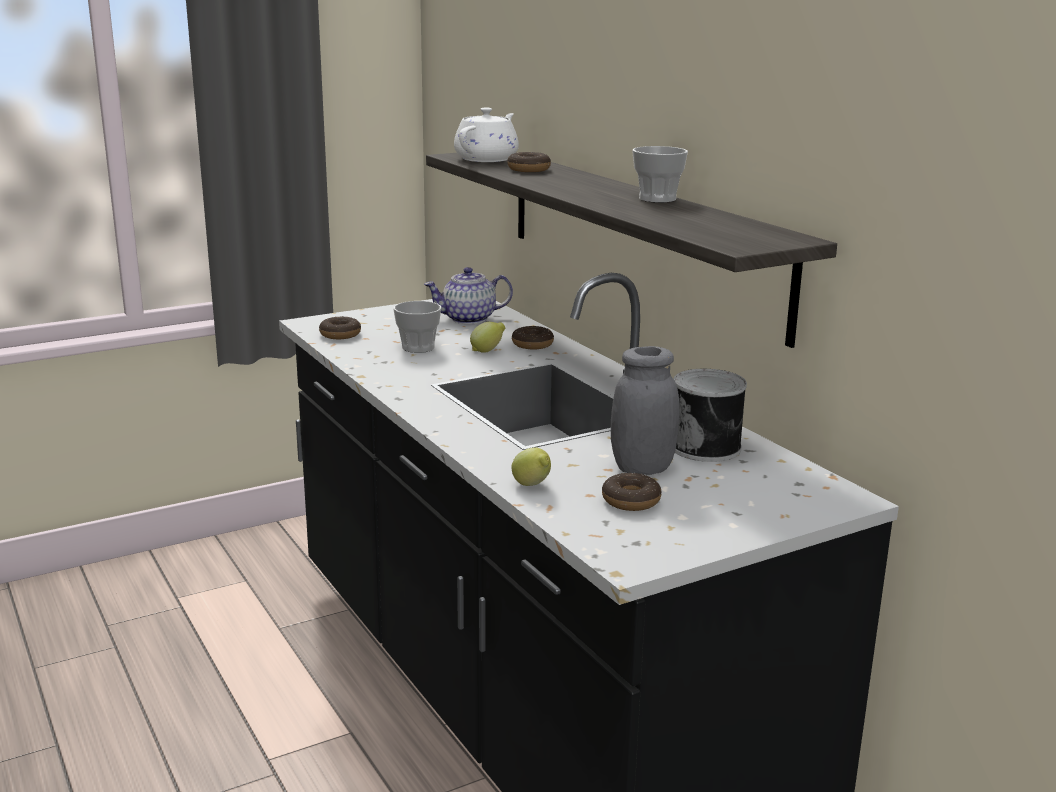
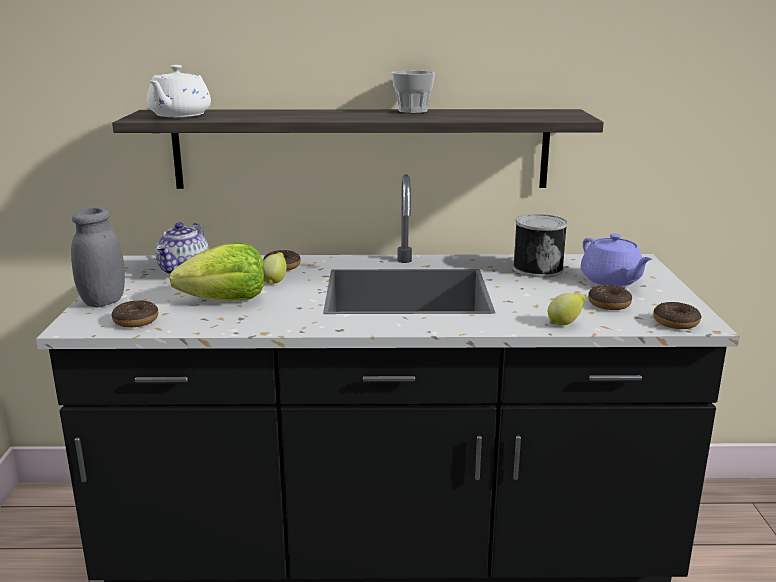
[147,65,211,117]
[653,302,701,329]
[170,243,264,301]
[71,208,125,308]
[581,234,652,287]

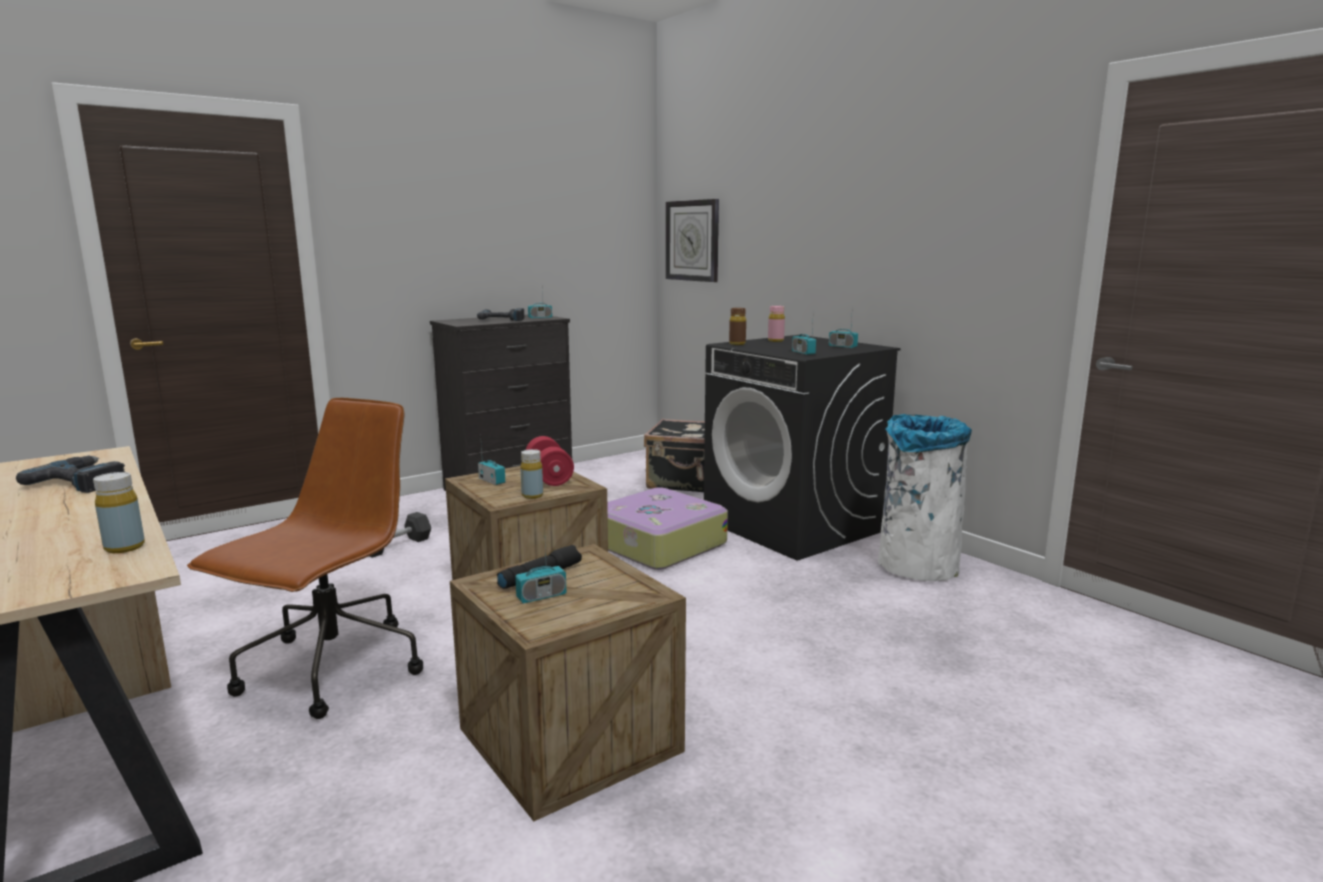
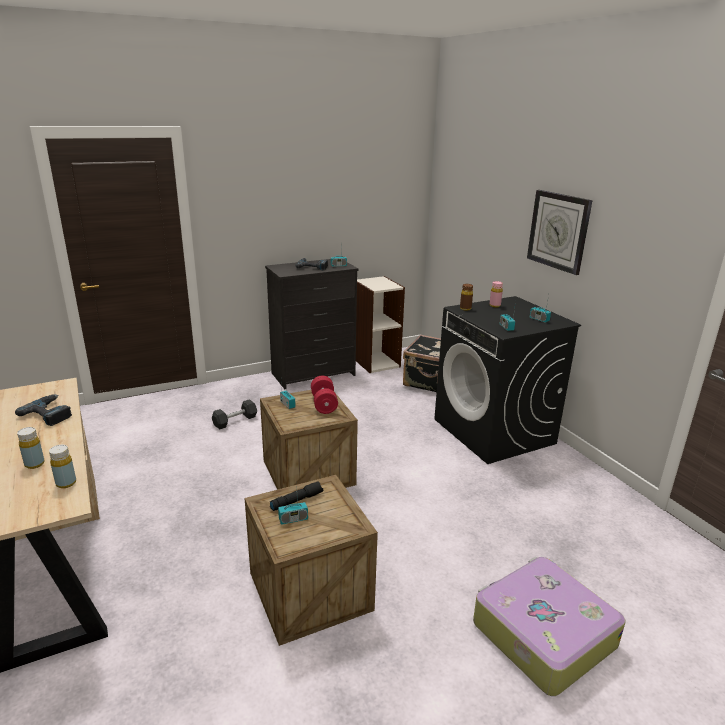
[527,190,592,275]
[187,398,423,719] (first image)
[878,414,972,581] (first image)
[17,427,45,469]
[473,557,625,696]
[356,276,405,373]

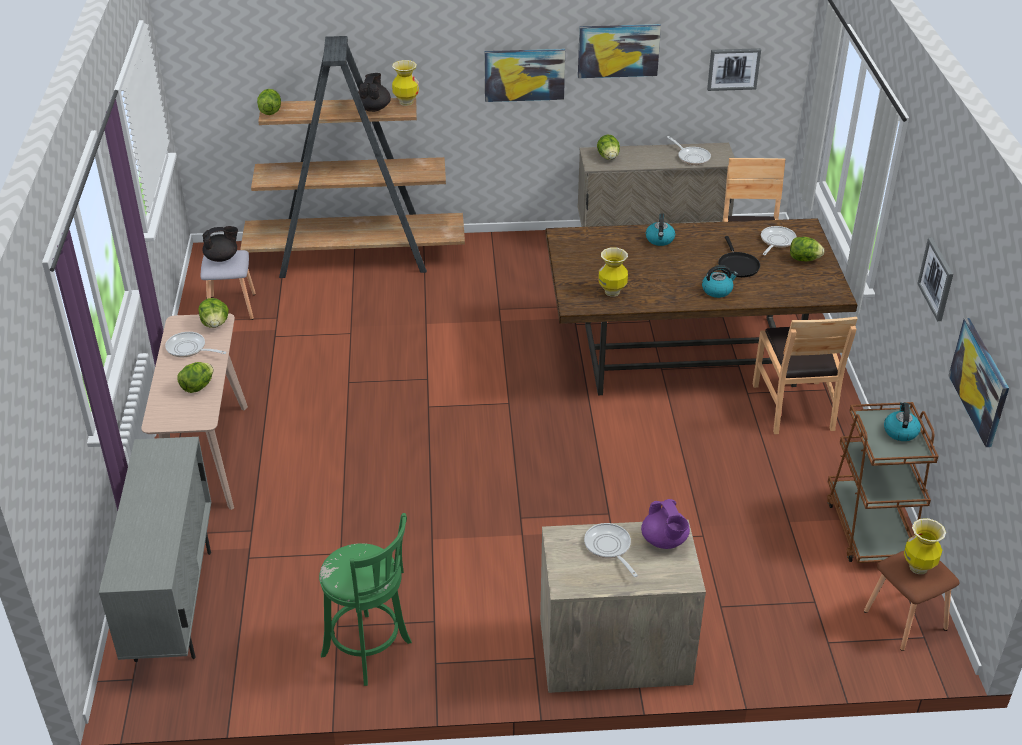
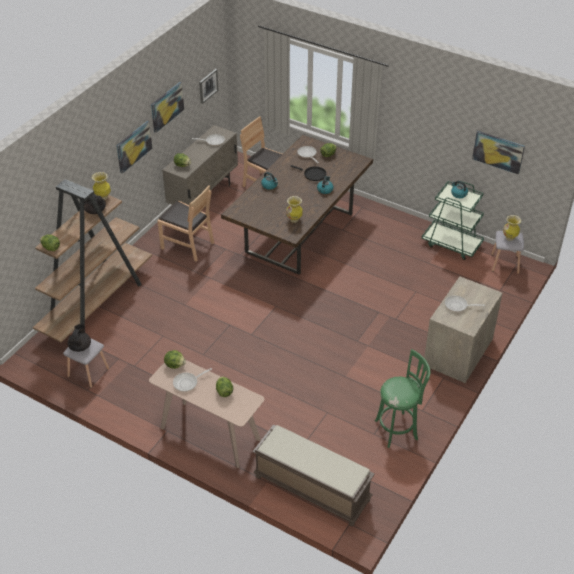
[917,238,953,321] (first image)
[158,185,214,261]
[422,181,484,260]
[252,425,375,526]
[641,499,690,549] (first image)
[491,231,524,274]

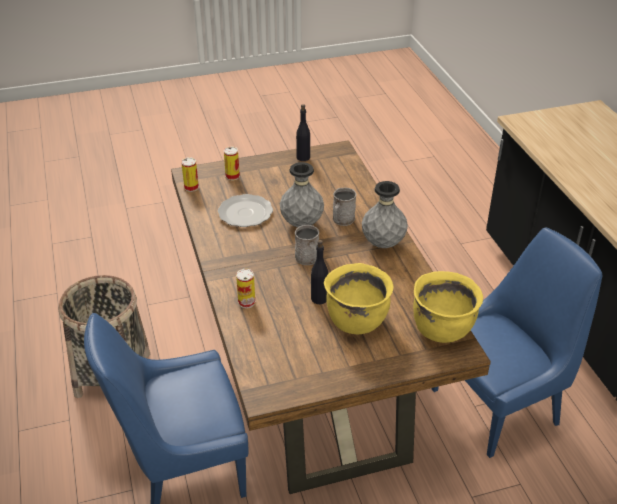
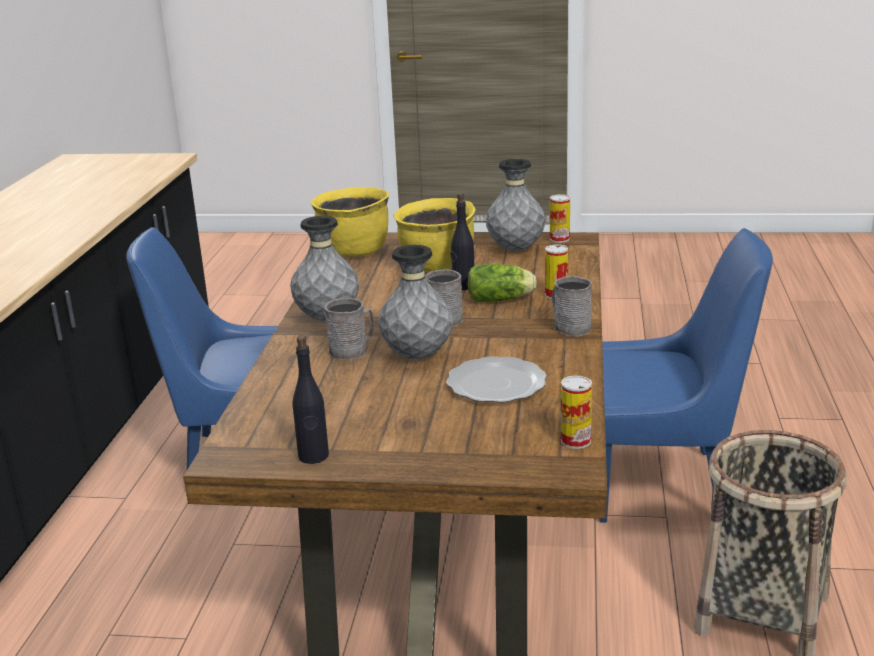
[550,194,570,243]
[486,159,545,251]
[468,264,537,302]
[552,276,592,337]

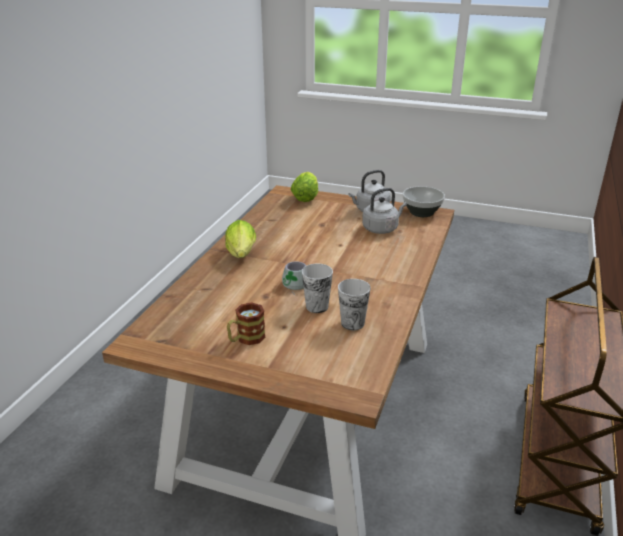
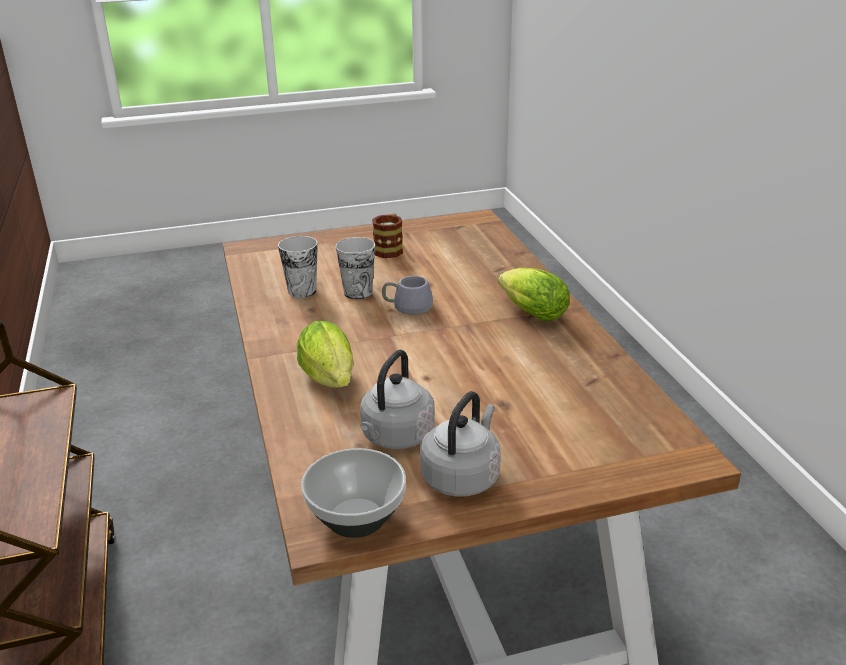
[297,321,353,388]

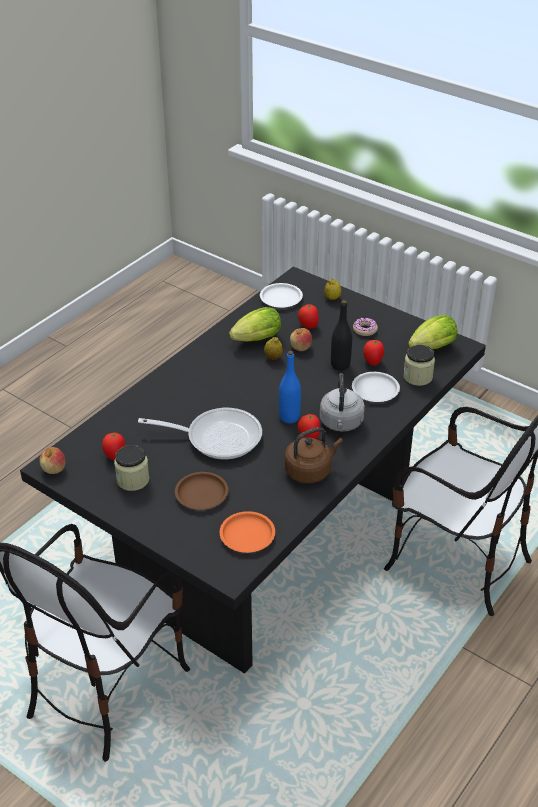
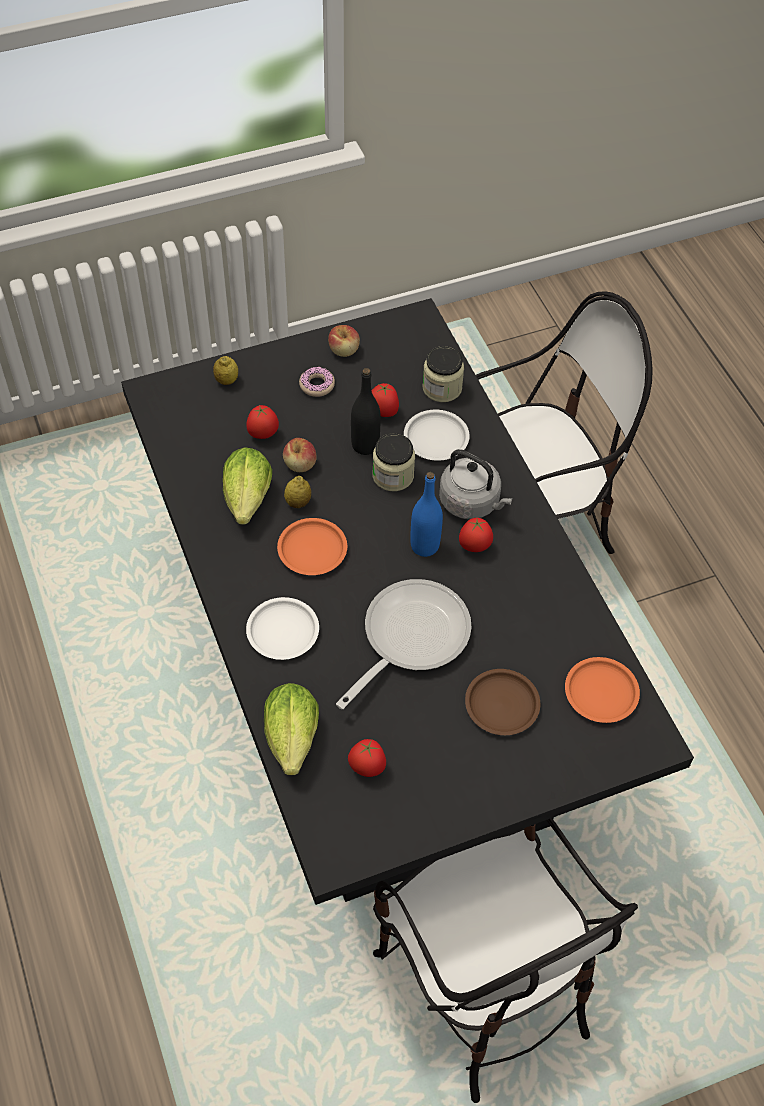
[246,597,319,660]
[264,683,319,775]
[284,427,343,483] (first image)
[372,433,415,491]
[328,325,360,357]
[277,518,347,575]

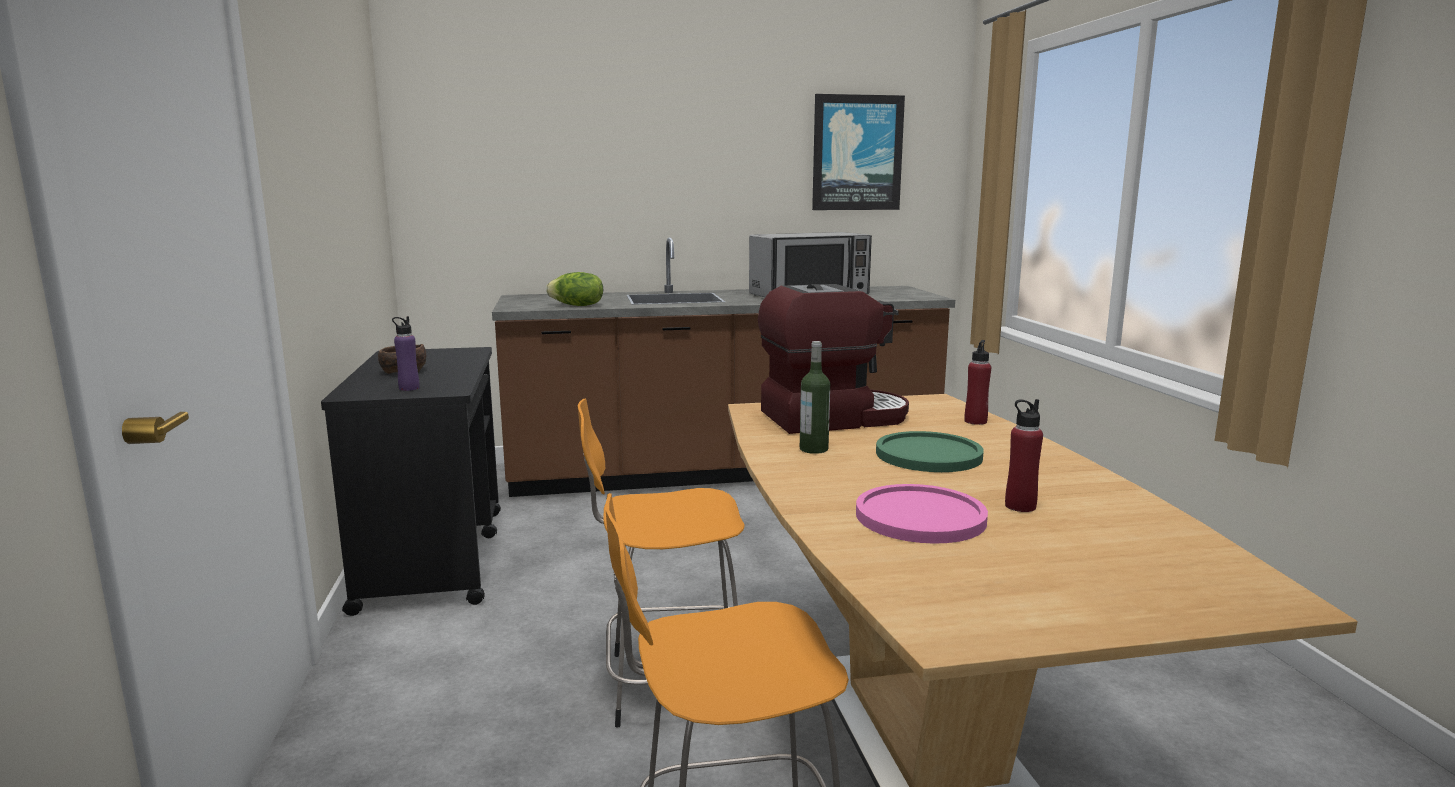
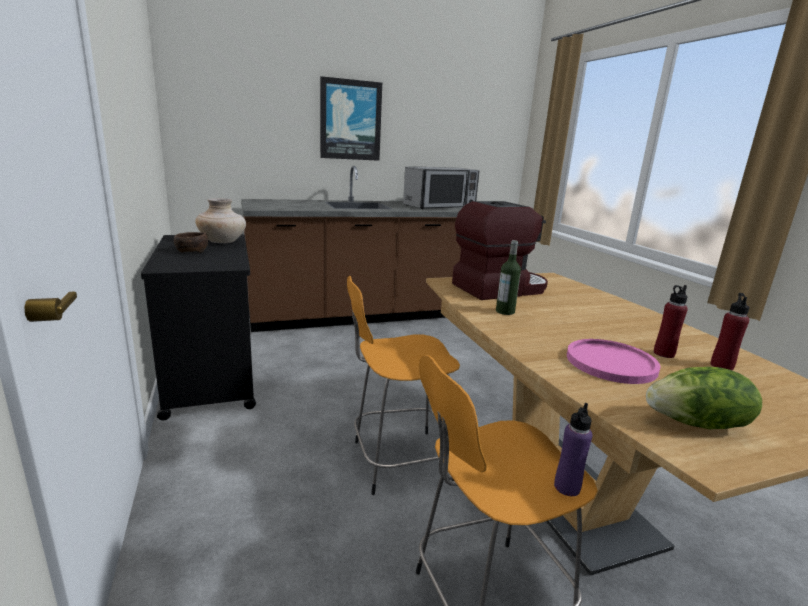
[320,76,382,161]
[646,367,762,429]
[554,403,593,496]
[710,293,750,370]
[876,431,984,472] (first image)
[195,198,246,243]

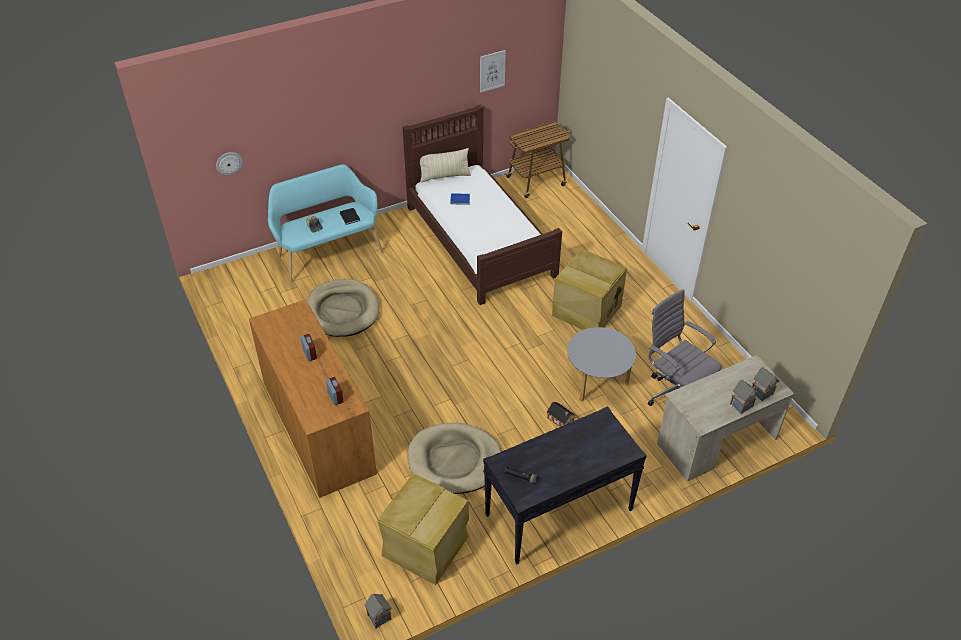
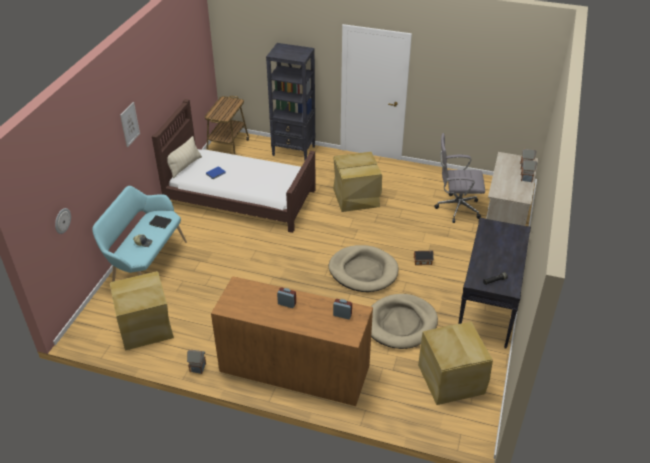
[120,102,140,147]
[329,245,399,292]
[567,327,636,402] (first image)
[187,349,206,374]
[266,43,315,160]
[110,271,174,351]

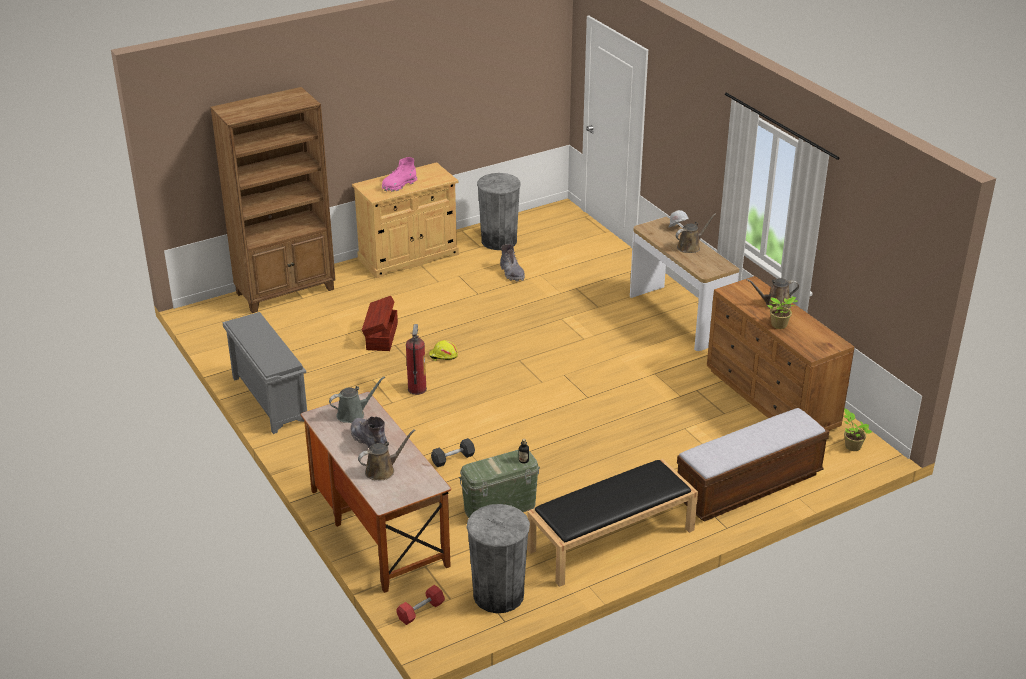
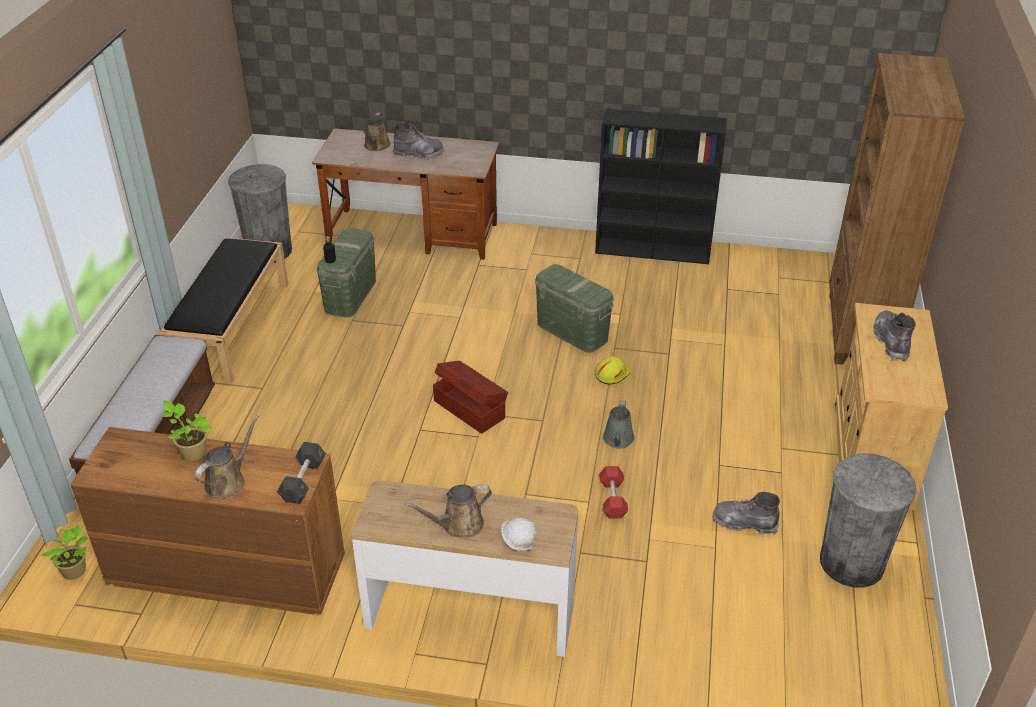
[873,311,916,361]
[405,484,492,538]
[433,361,508,434]
[595,109,727,264]
[535,264,614,353]
[603,400,635,448]
[277,442,326,504]
[599,466,628,519]

